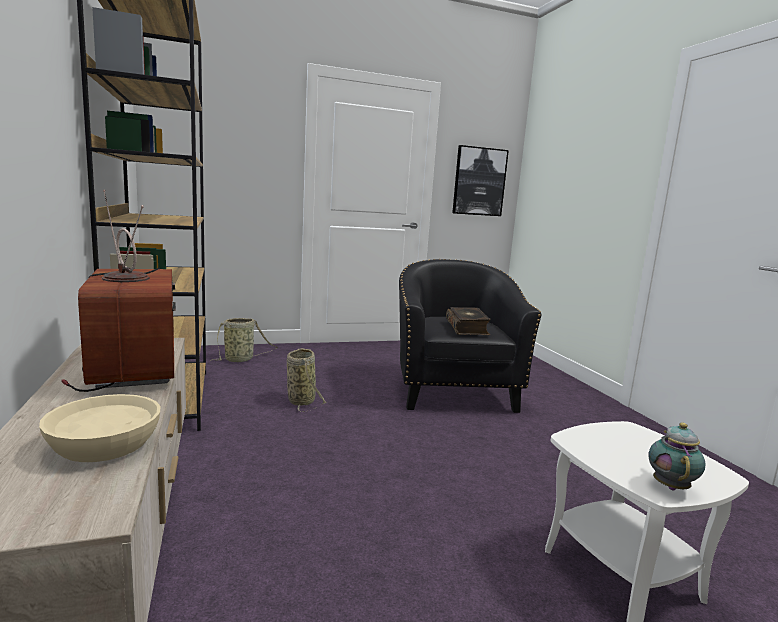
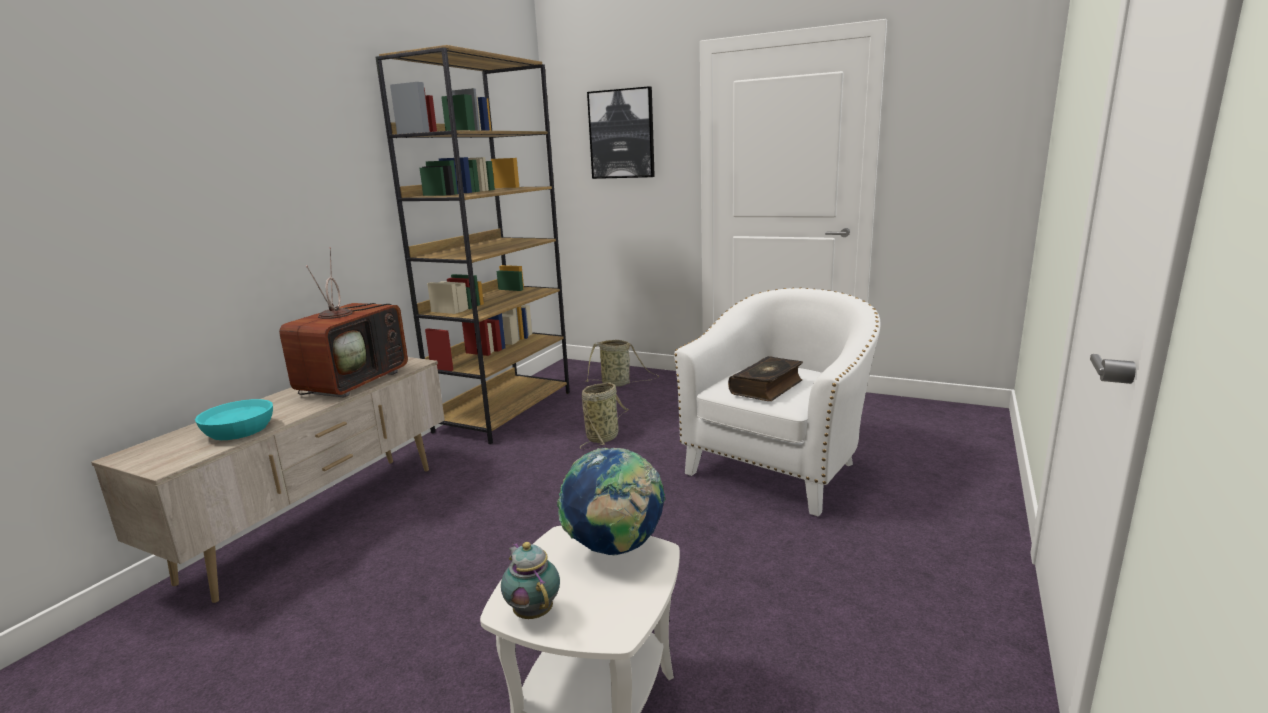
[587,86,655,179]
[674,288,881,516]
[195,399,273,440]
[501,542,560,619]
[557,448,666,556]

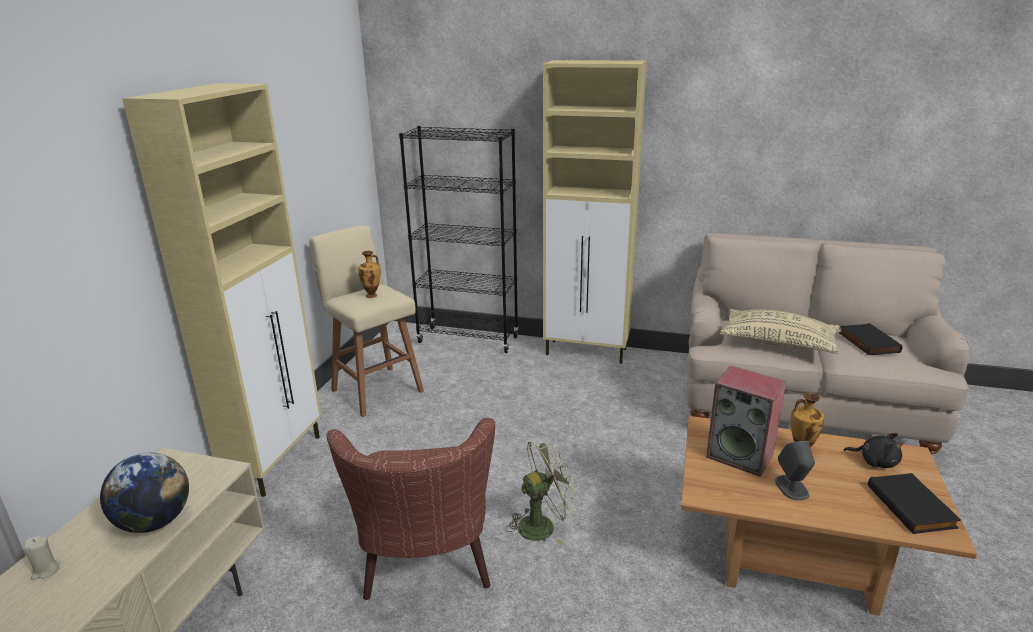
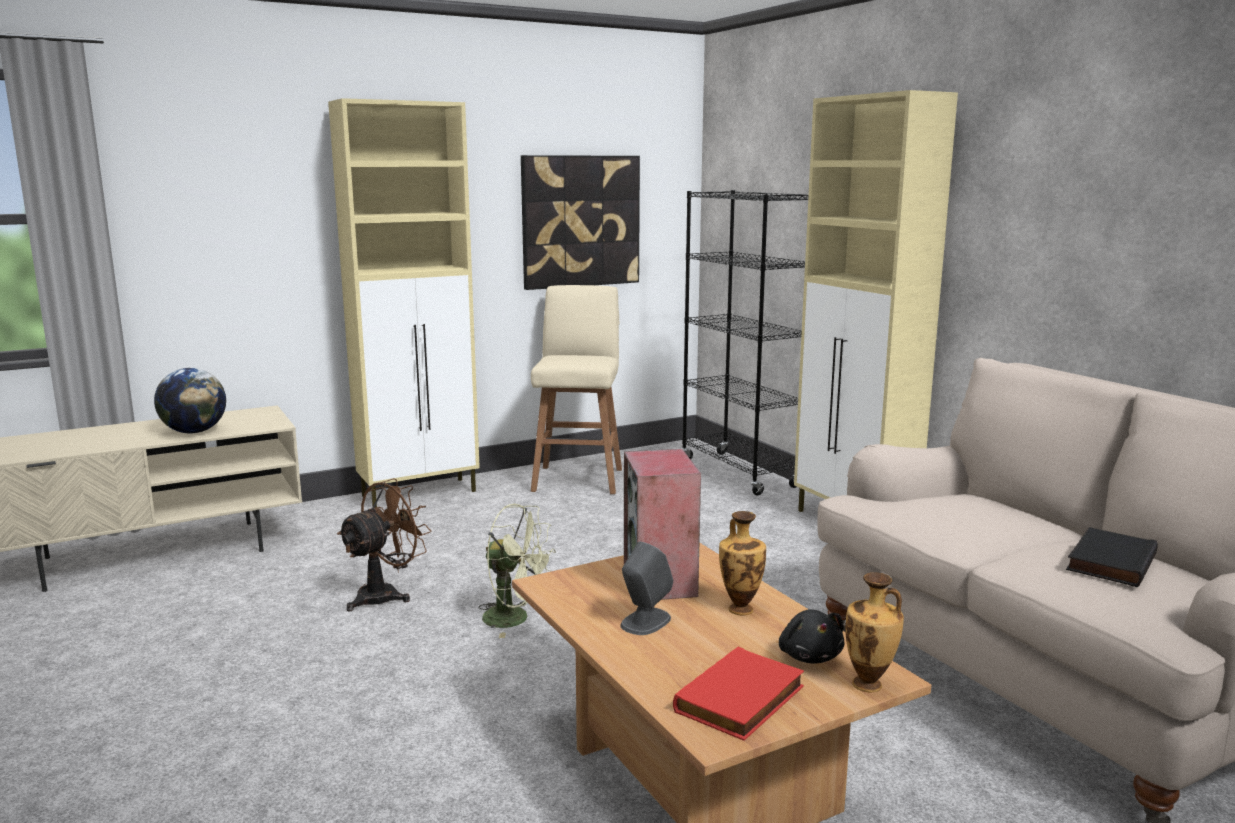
[845,572,904,692]
[720,309,840,354] (first image)
[337,478,432,611]
[673,647,804,741]
[24,536,60,580] (first image)
[521,155,640,290]

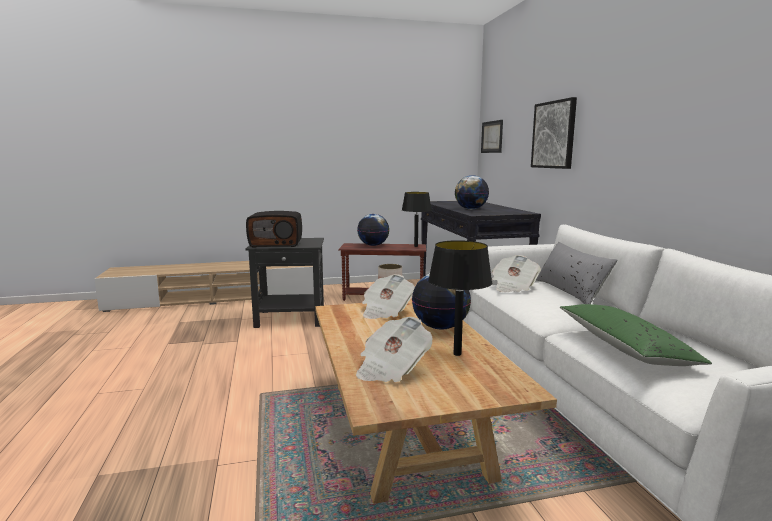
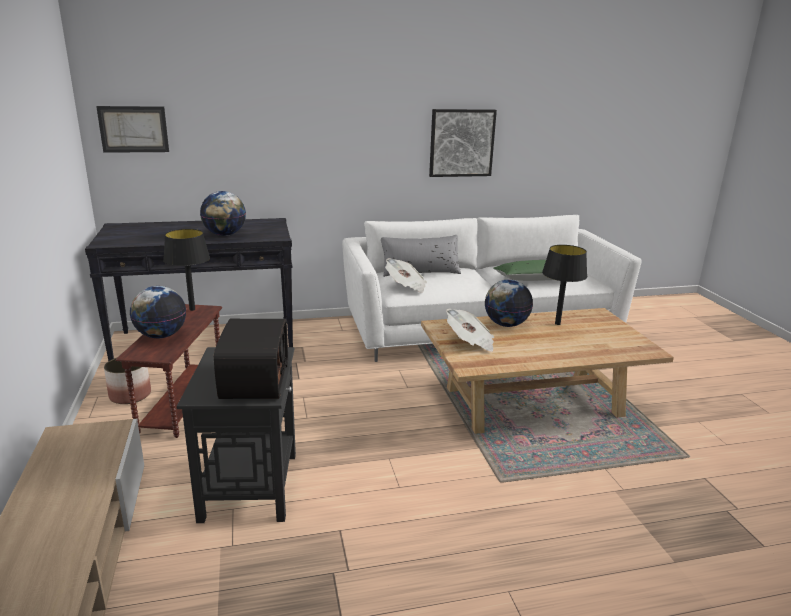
[429,109,497,177]
[356,317,433,382] (first image)

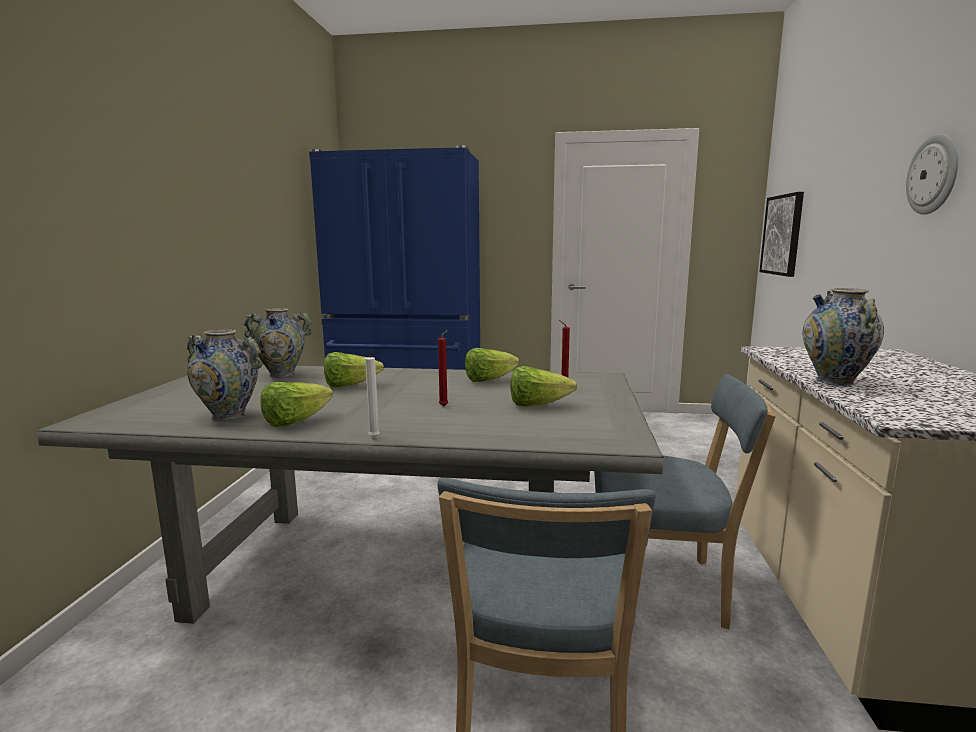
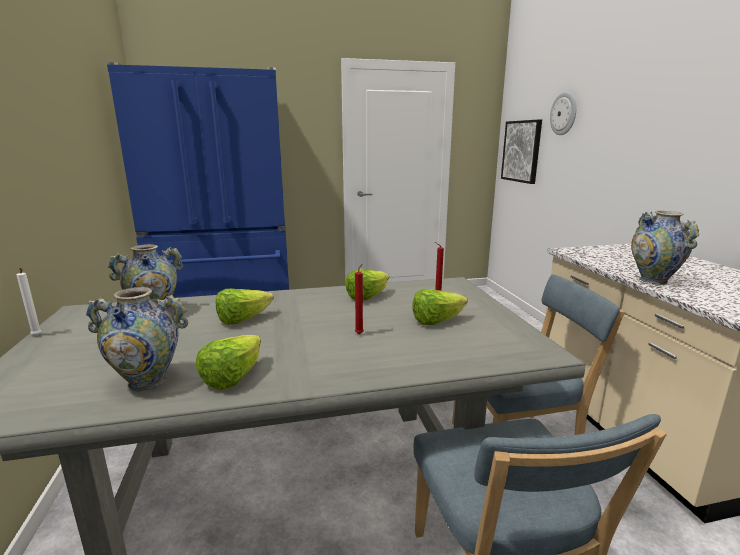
[550,92,576,135]
[17,268,41,336]

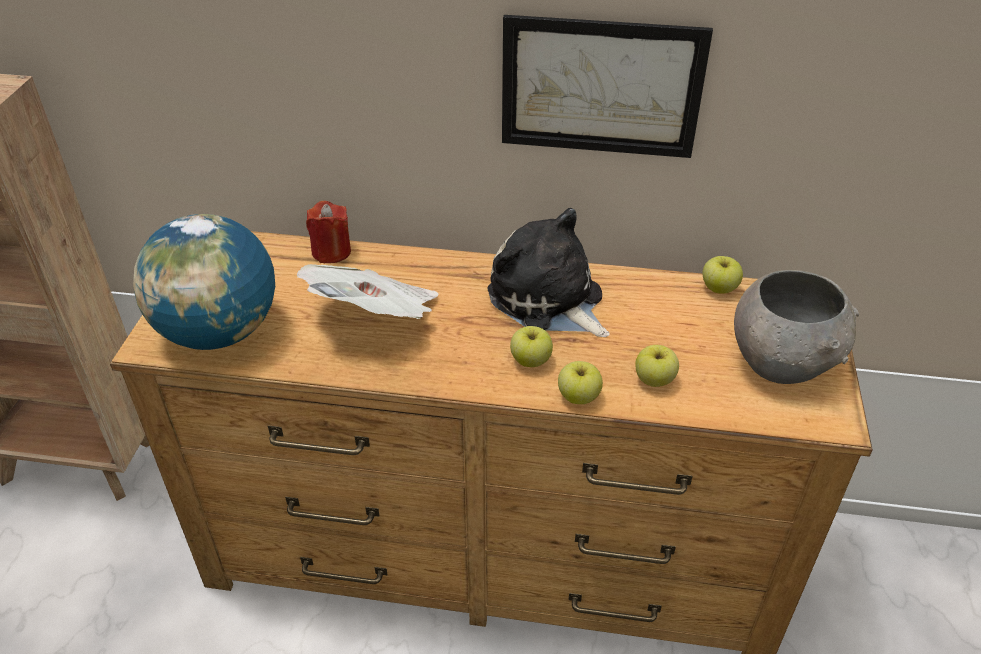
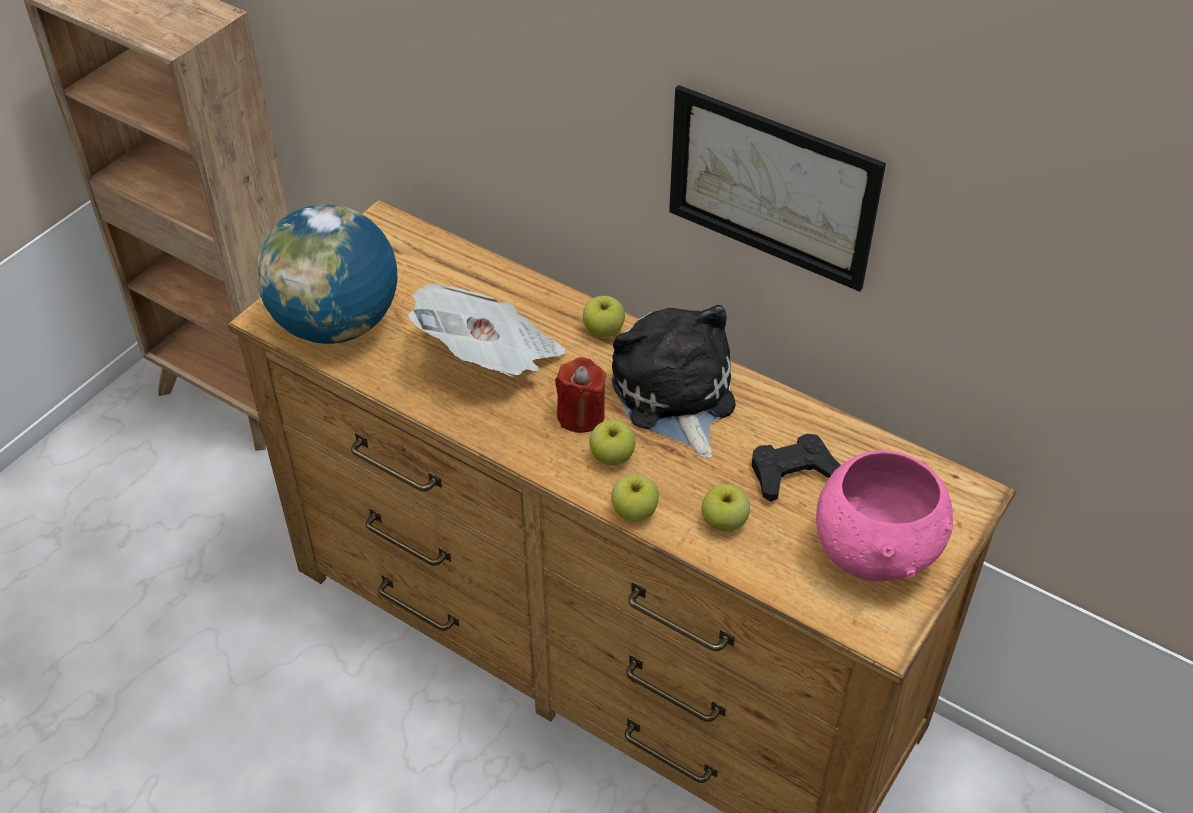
[555,357,606,433]
[583,296,625,338]
[816,450,953,581]
[752,434,841,502]

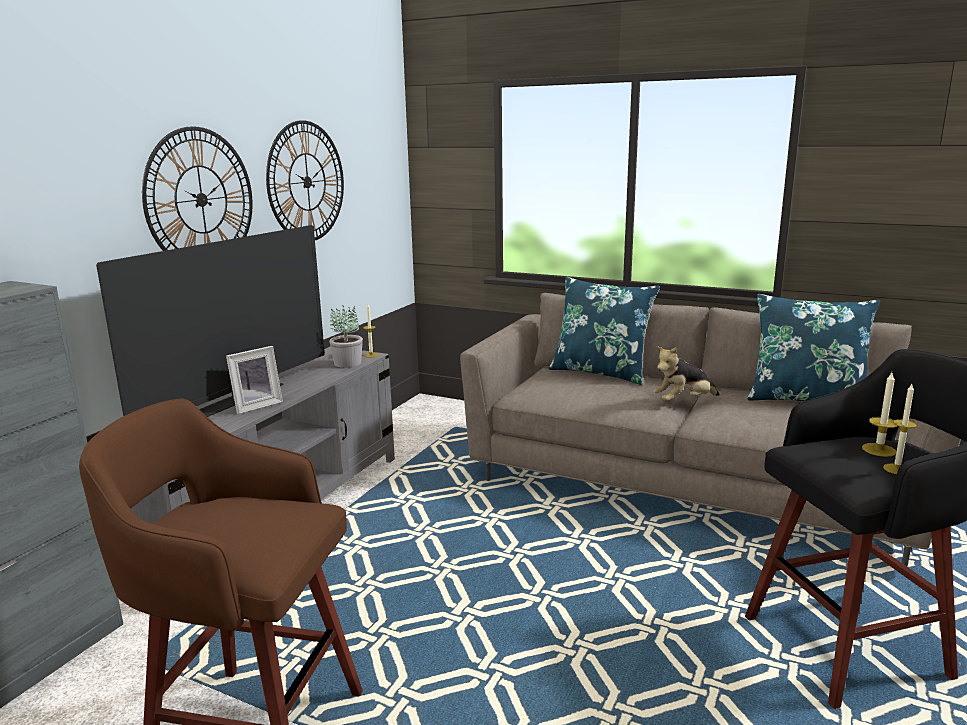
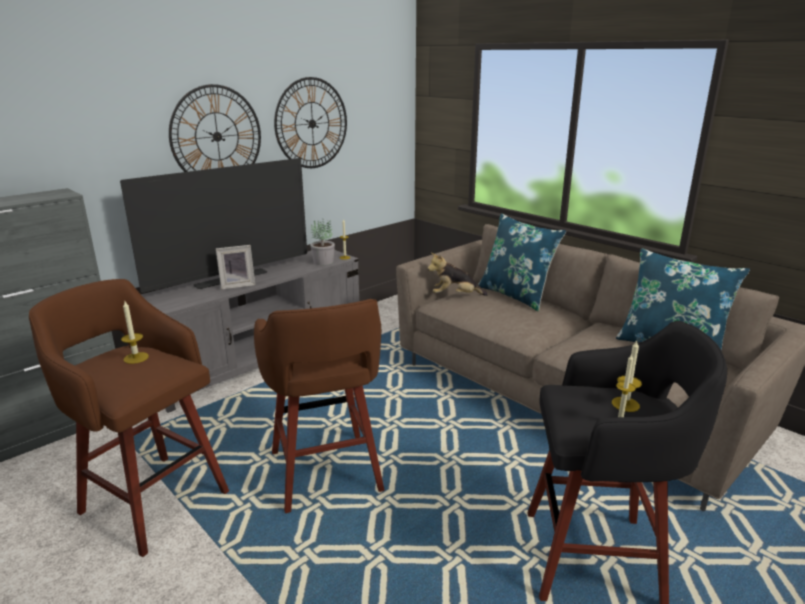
[427,253,487,296]
[254,299,385,513]
[121,301,149,364]

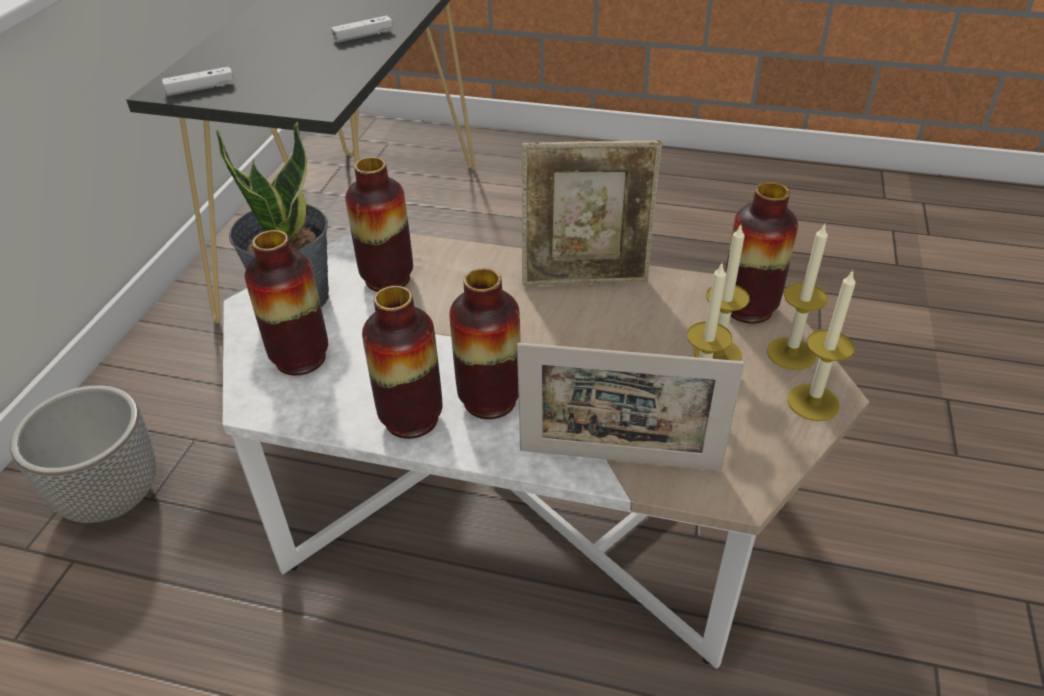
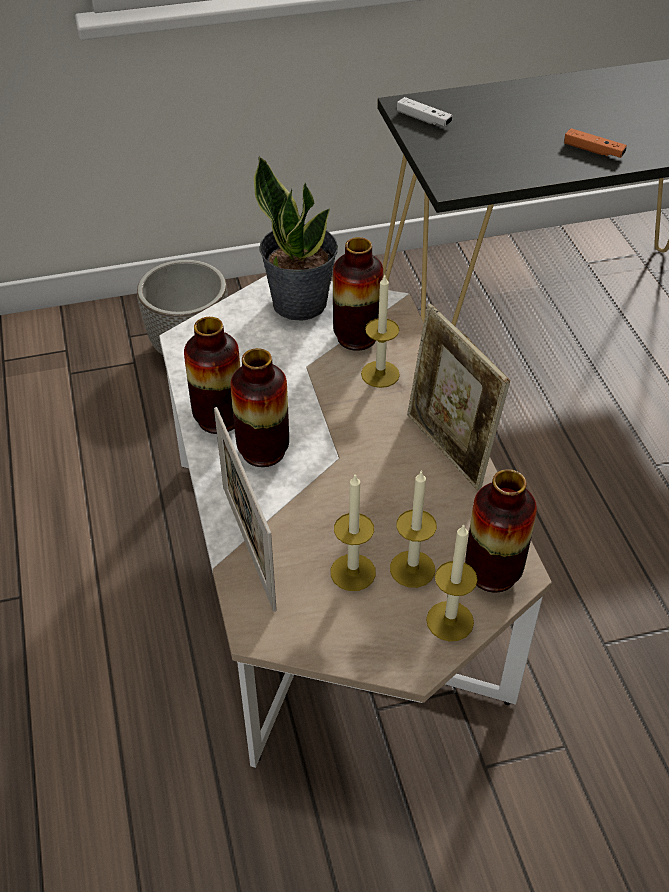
[564,128,627,158]
[245,230,328,376] (first image)
[361,274,400,388]

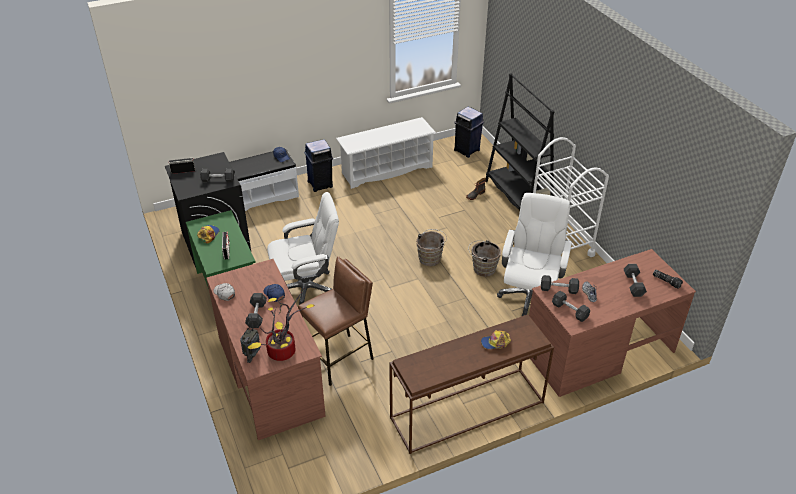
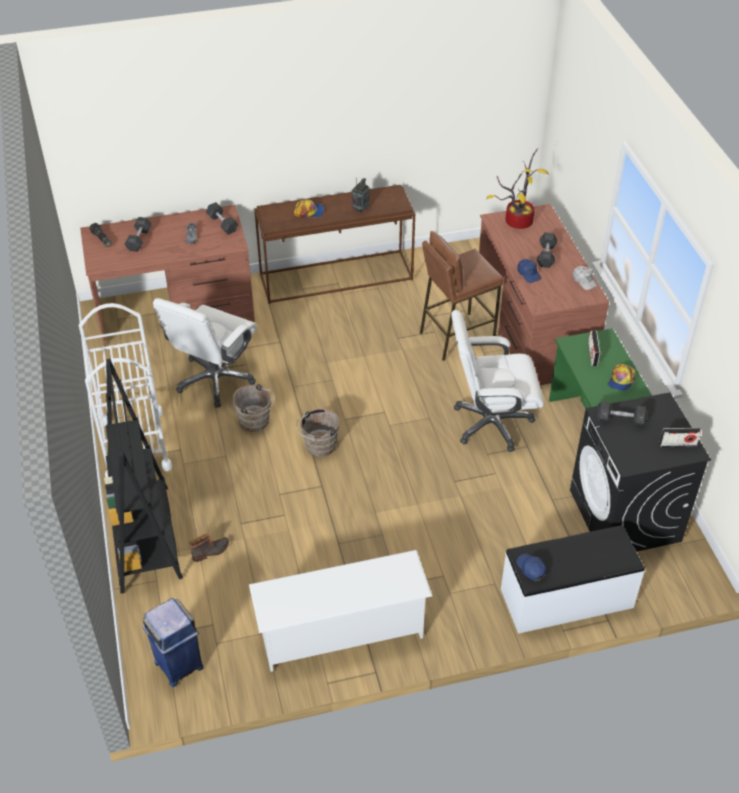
[304,139,333,192] (first image)
[541,275,579,294] (first image)
[352,177,369,213]

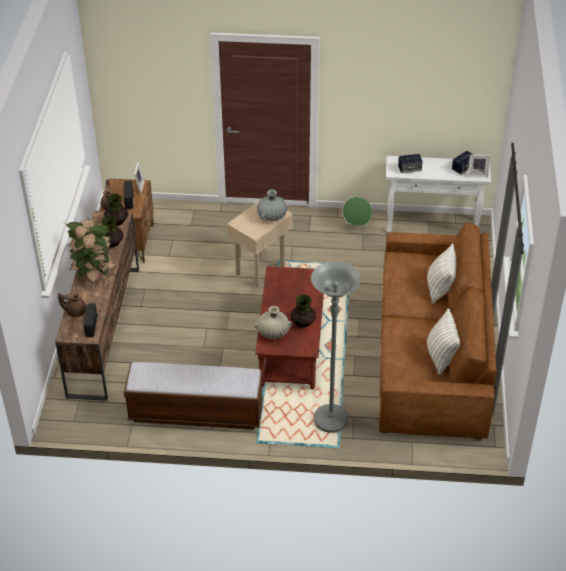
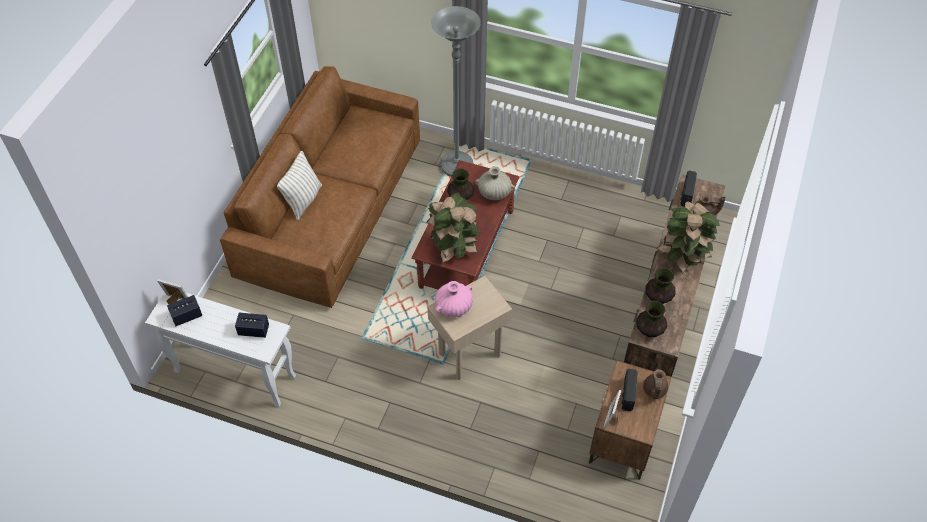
[435,281,473,317]
[343,197,372,233] (first image)
[427,309,460,375] (first image)
[124,362,263,429] (first image)
[426,193,479,263]

